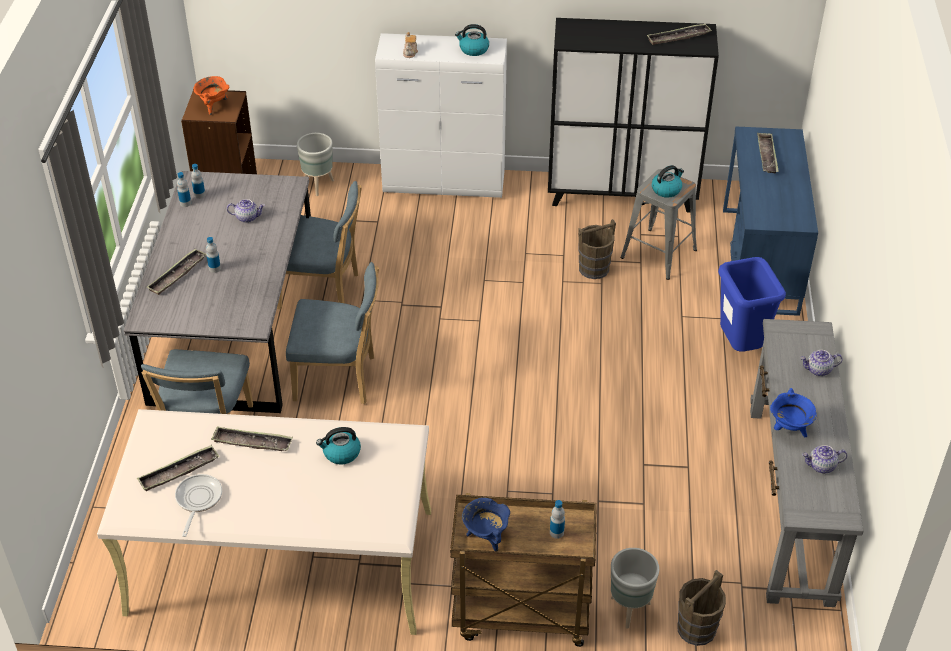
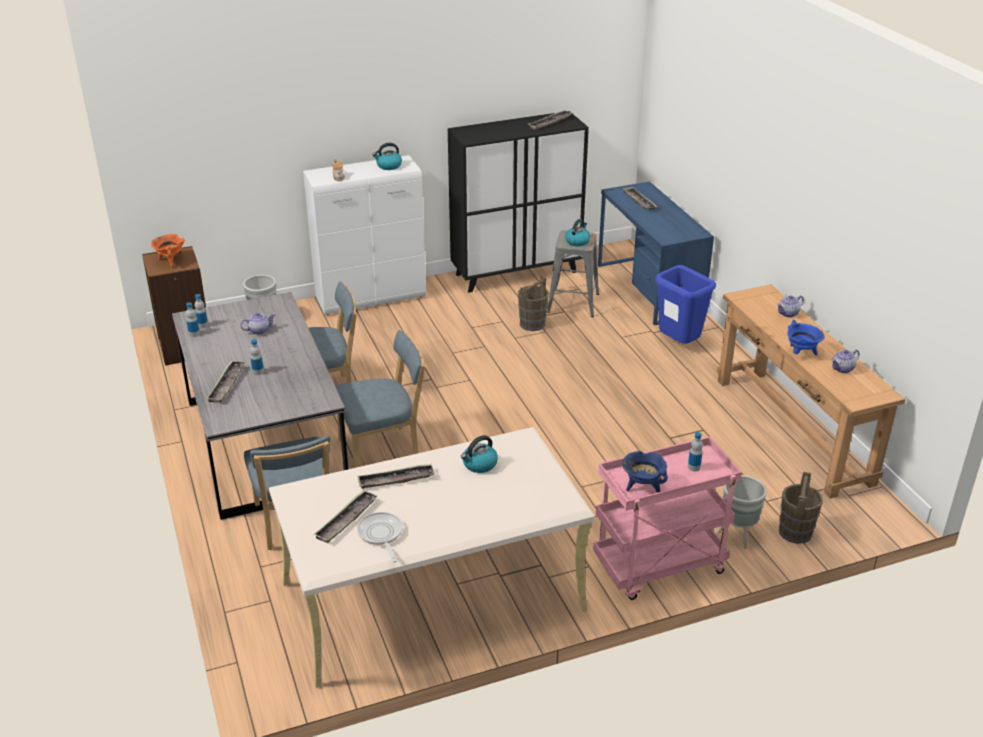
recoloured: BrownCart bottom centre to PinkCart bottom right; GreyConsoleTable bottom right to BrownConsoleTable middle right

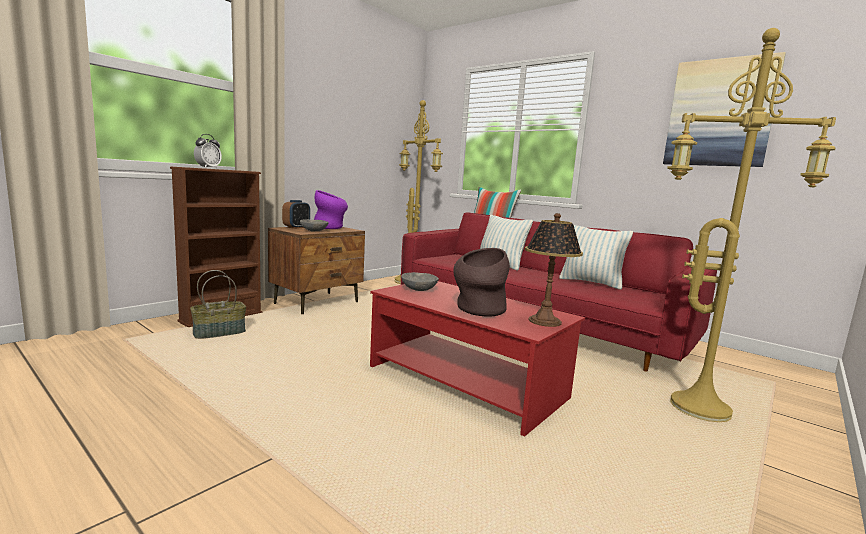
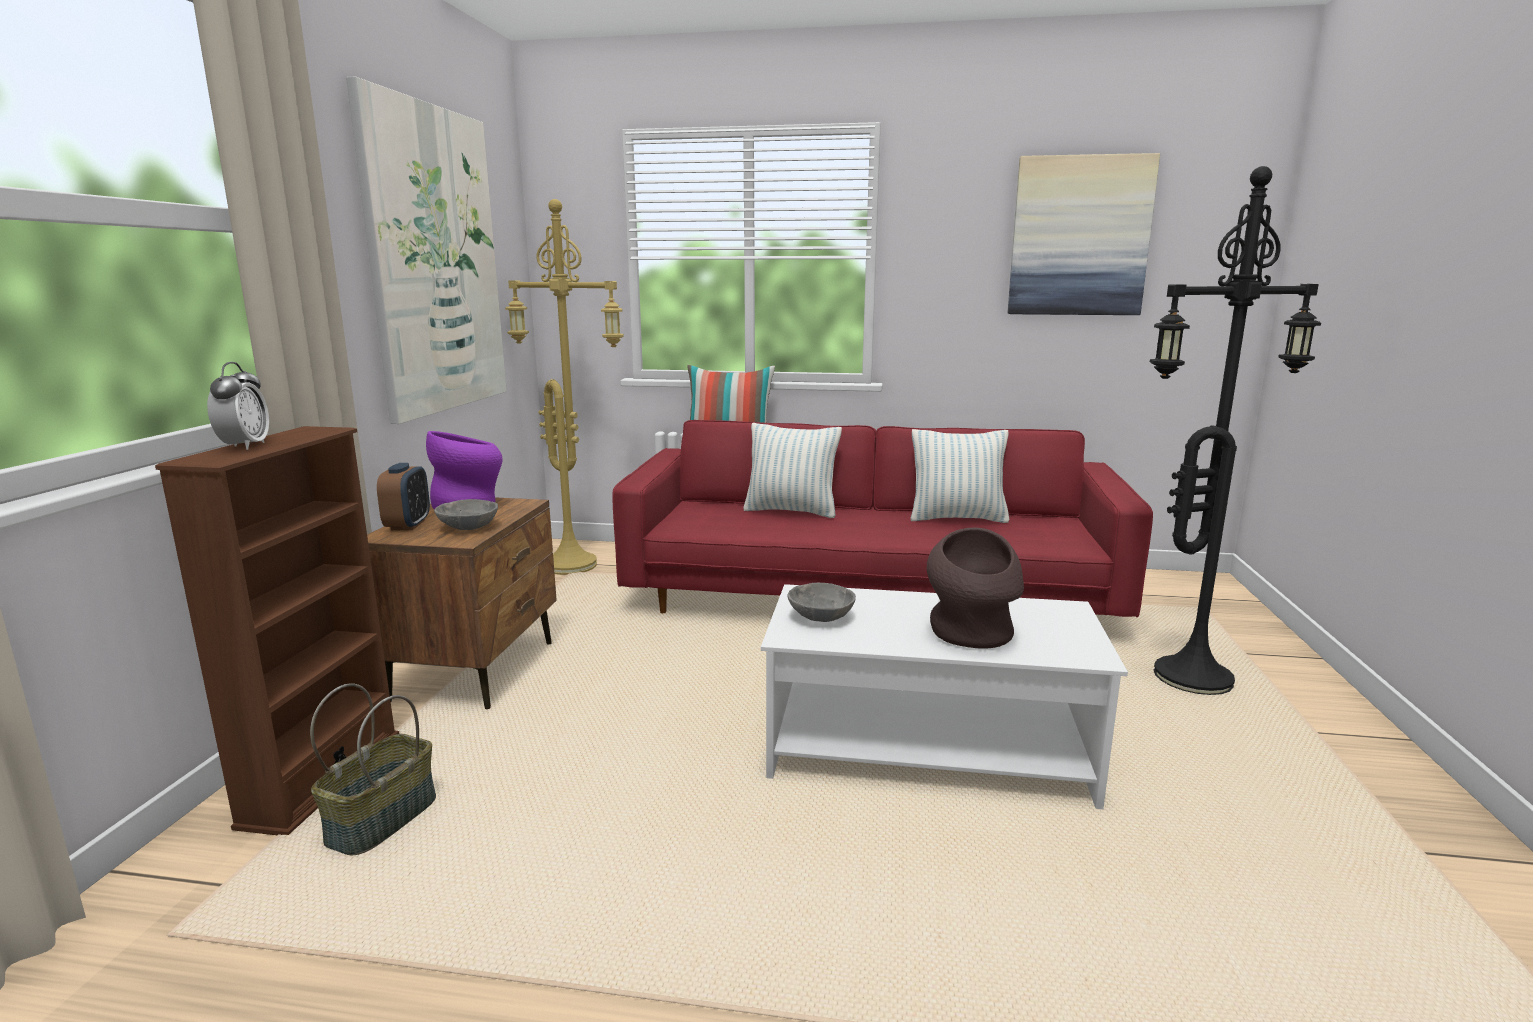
removed: TableLamp centre
added: Picture (1st from left) top left
recoloured: RedCoffeeTable bottom centre to WhiteCoffeeTable bottom centre; YellowFloorLamp (2nd from left) middle right to BlackFloorLamp middle right

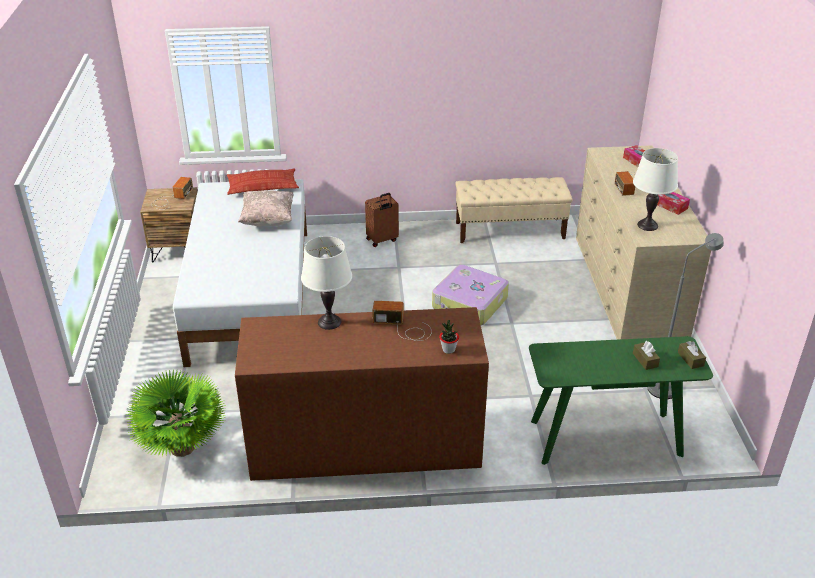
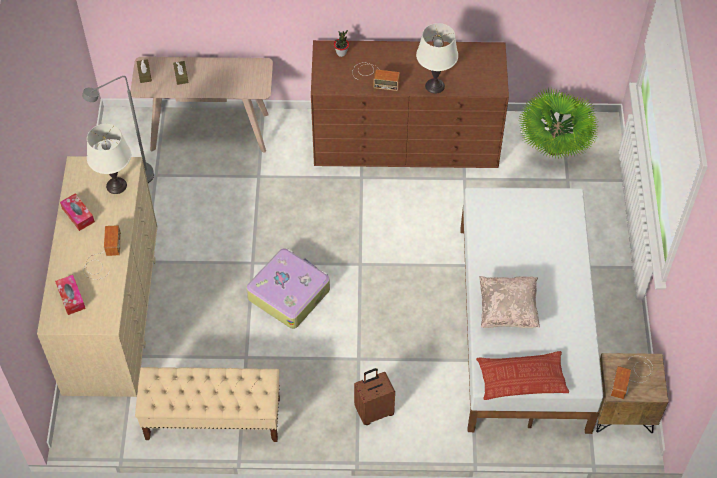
recoloured: GreenConsoleTable bottom right to BeigeConsoleTable top left

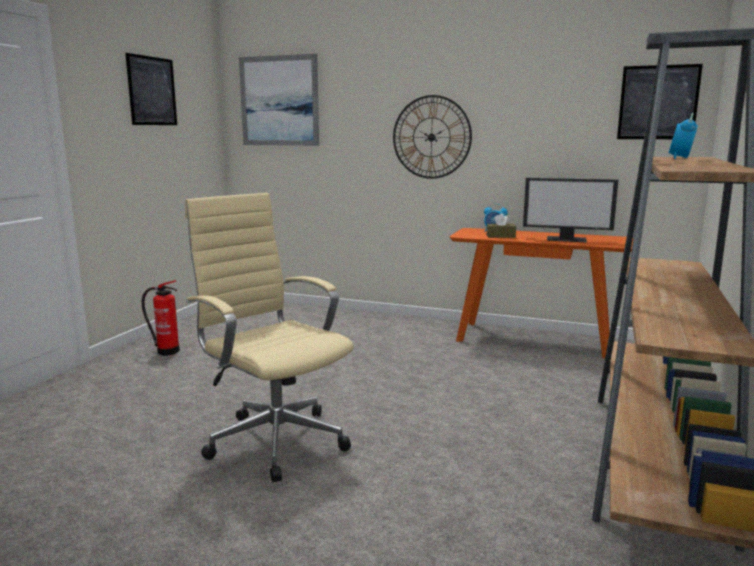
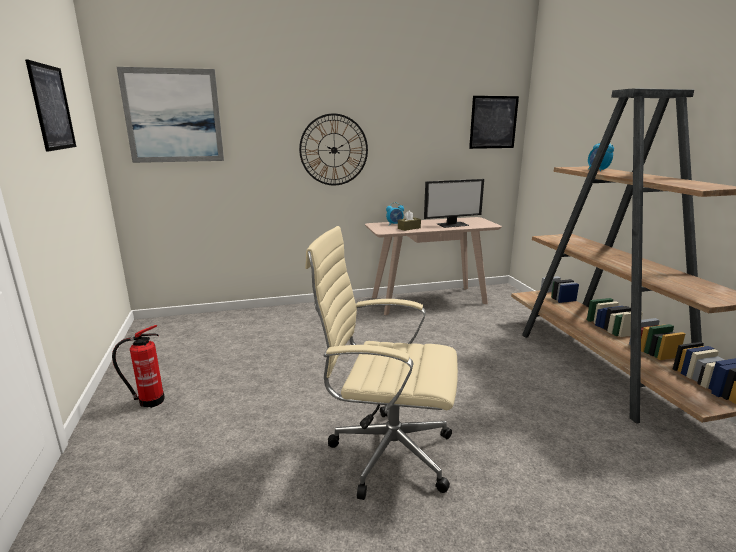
recoloured: OrangeConsoleTable middle right to BeigeConsoleTable centre

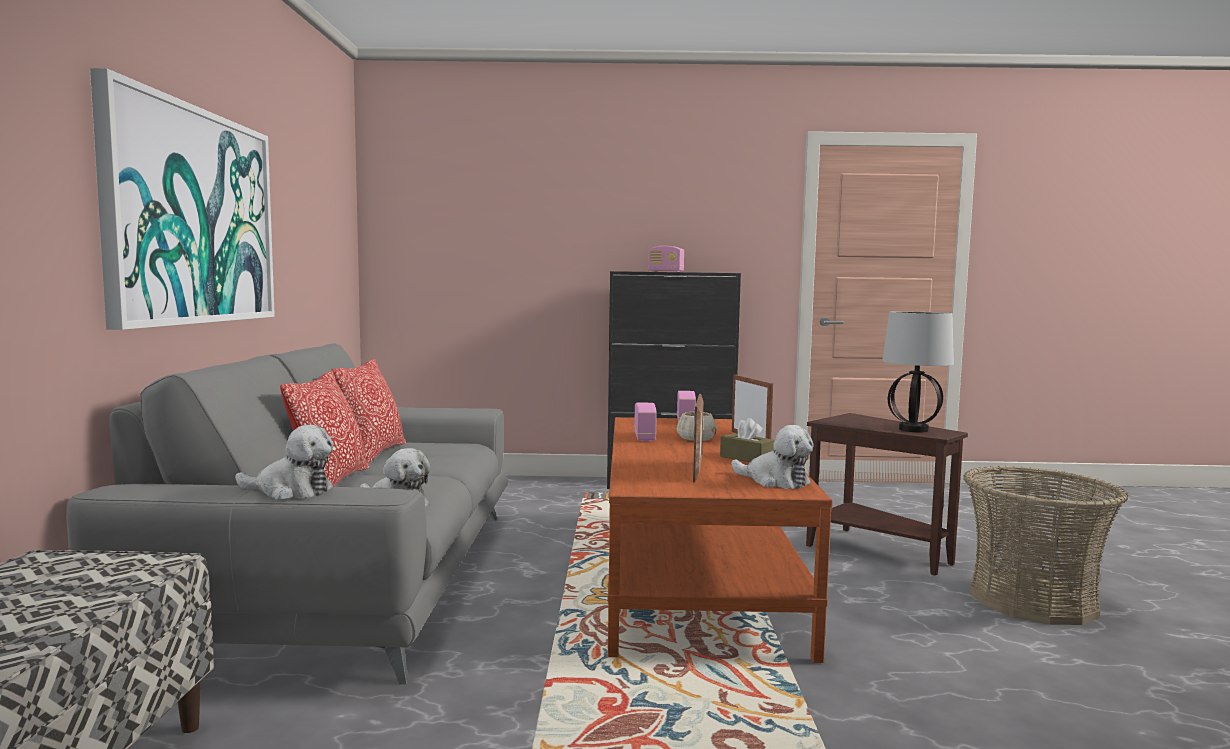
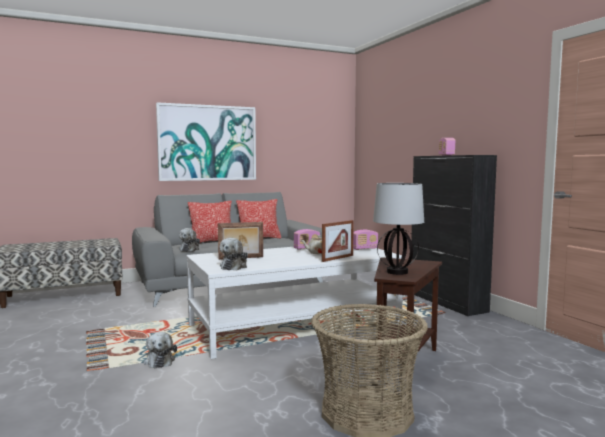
removed: BrownTissueBox centre
moved: PlushToy (1st from left) middle left to bottom left
recoloured: BrownCoffeeTable bottom centre to WhiteCoffeeTable bottom centre

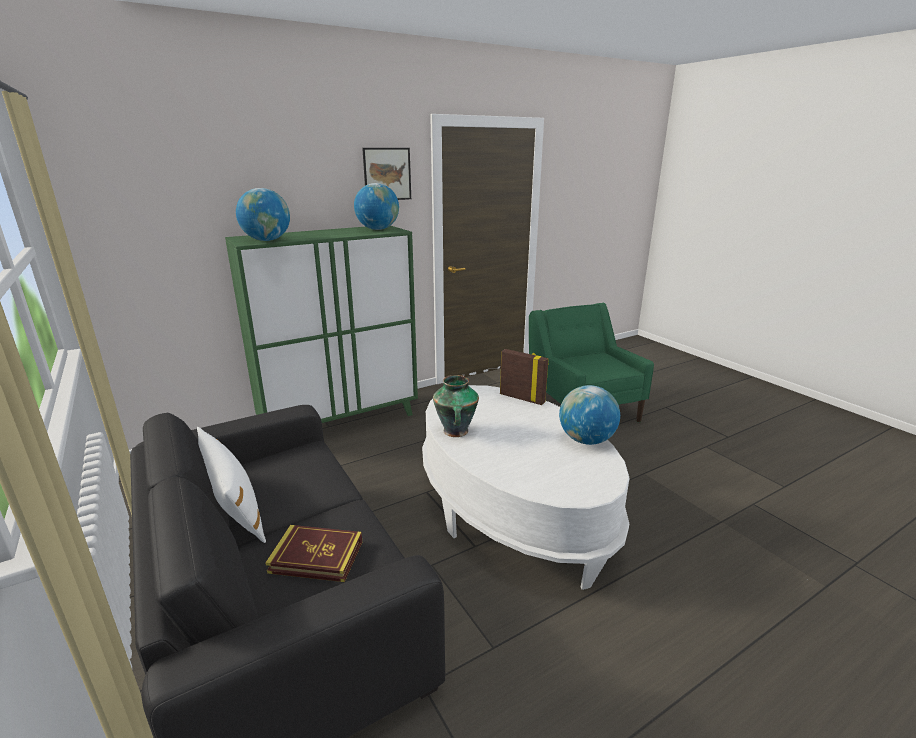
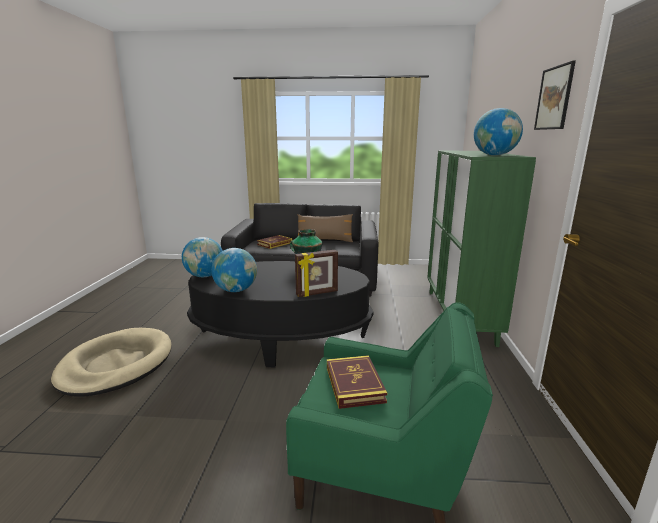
added: BeigeDogBed bottom left; Book (2nd from left) bottom centre
moved: Globe (1st from left) top left to middle left
recoloured: WhiteCoffeeTable centre to BlackCoffeeTable centre; WhitePillow middle left to BrownPillow centre

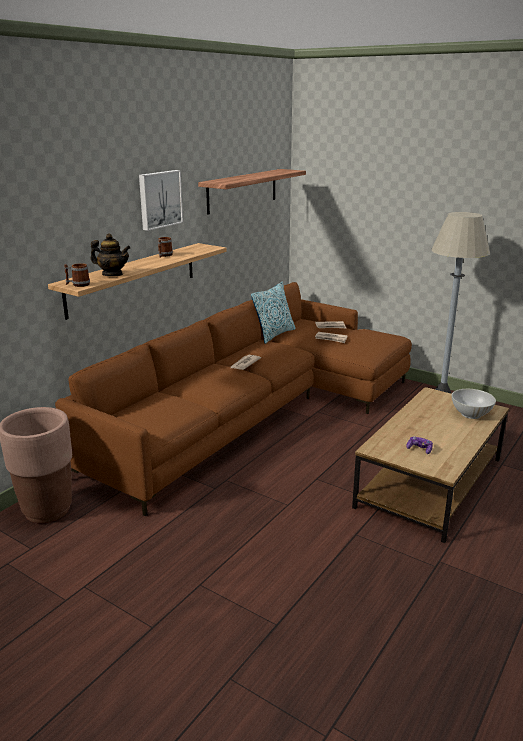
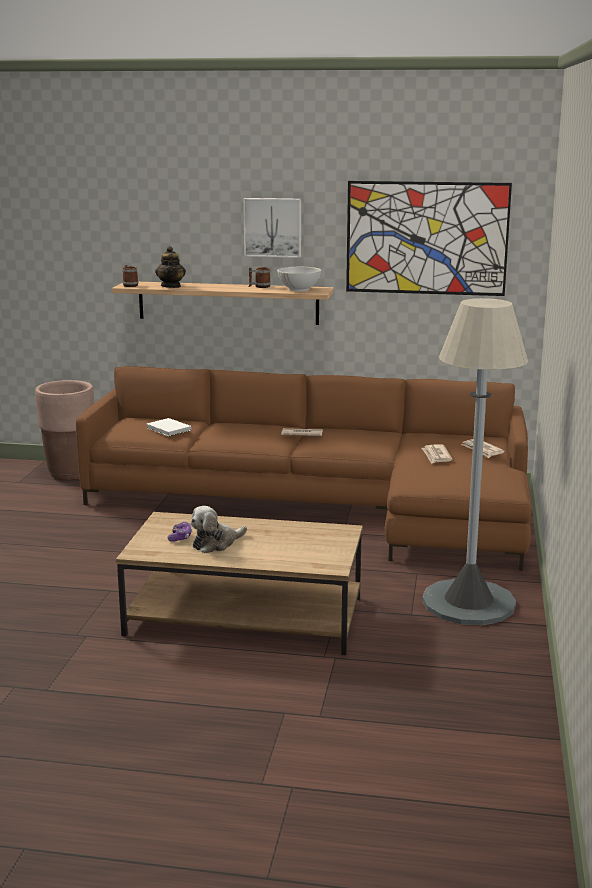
removed: Pillow centre
added: WhiteBook middle left; PlushToy centre
moved: WhiteBowl middle right to top centre
replaced: Shelf (2nd from left) top centre to Picture (2nd from left) top right

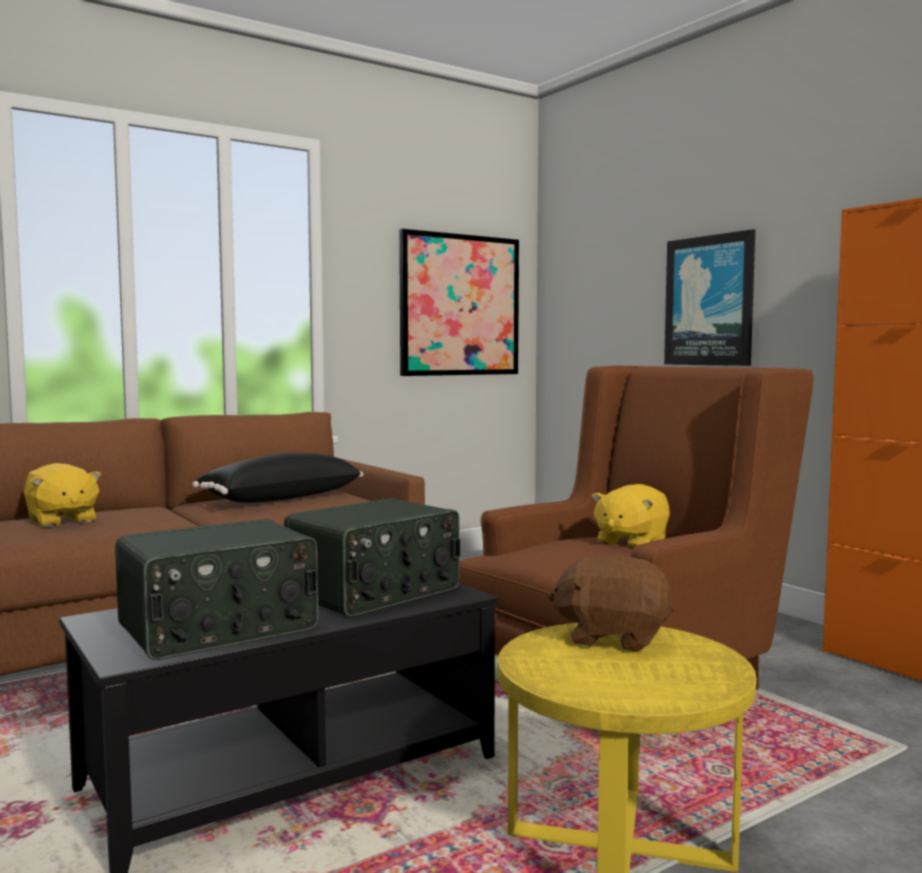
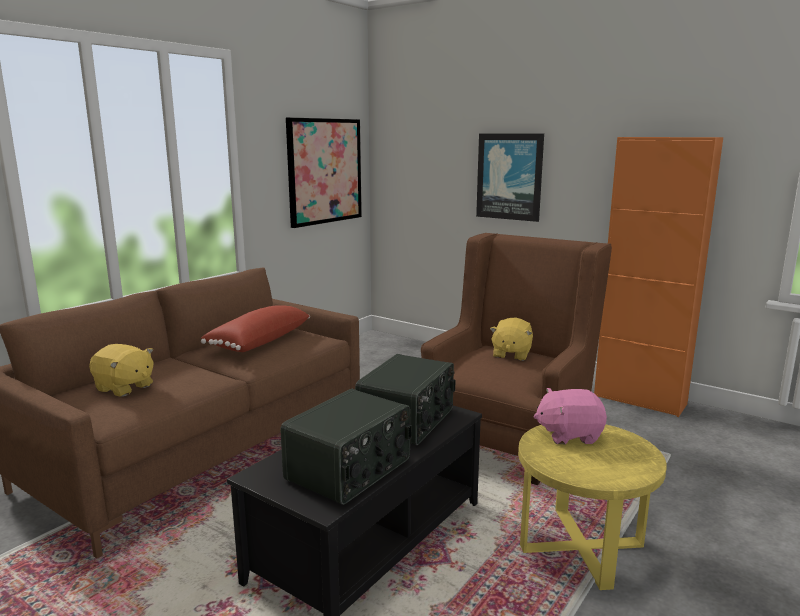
recoloured: BlackPillow middle left to RedPillow middle left; BrownPlushToy bottom centre to PinkPlushToy bottom right

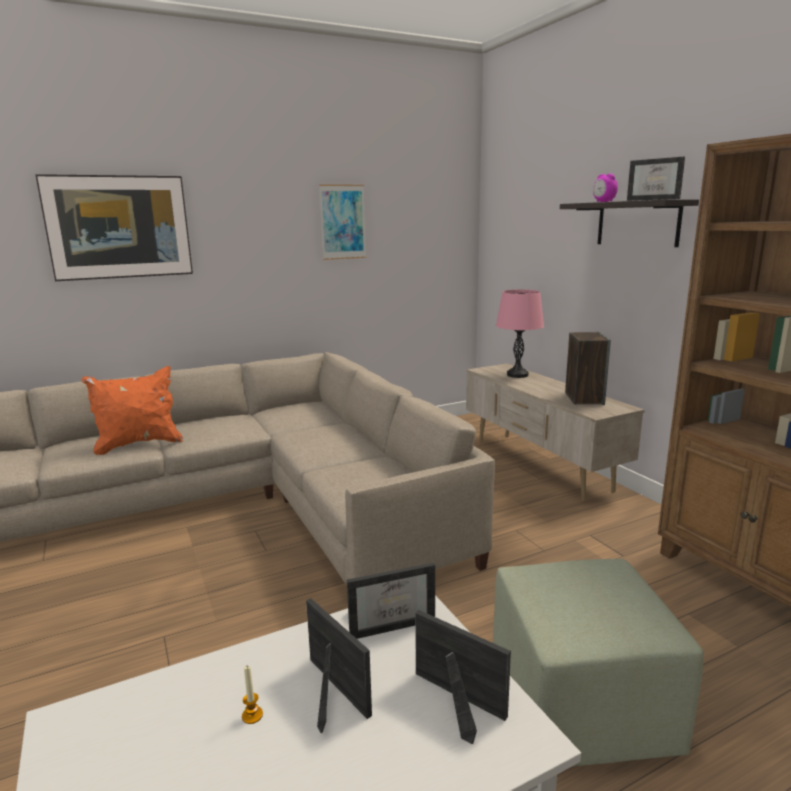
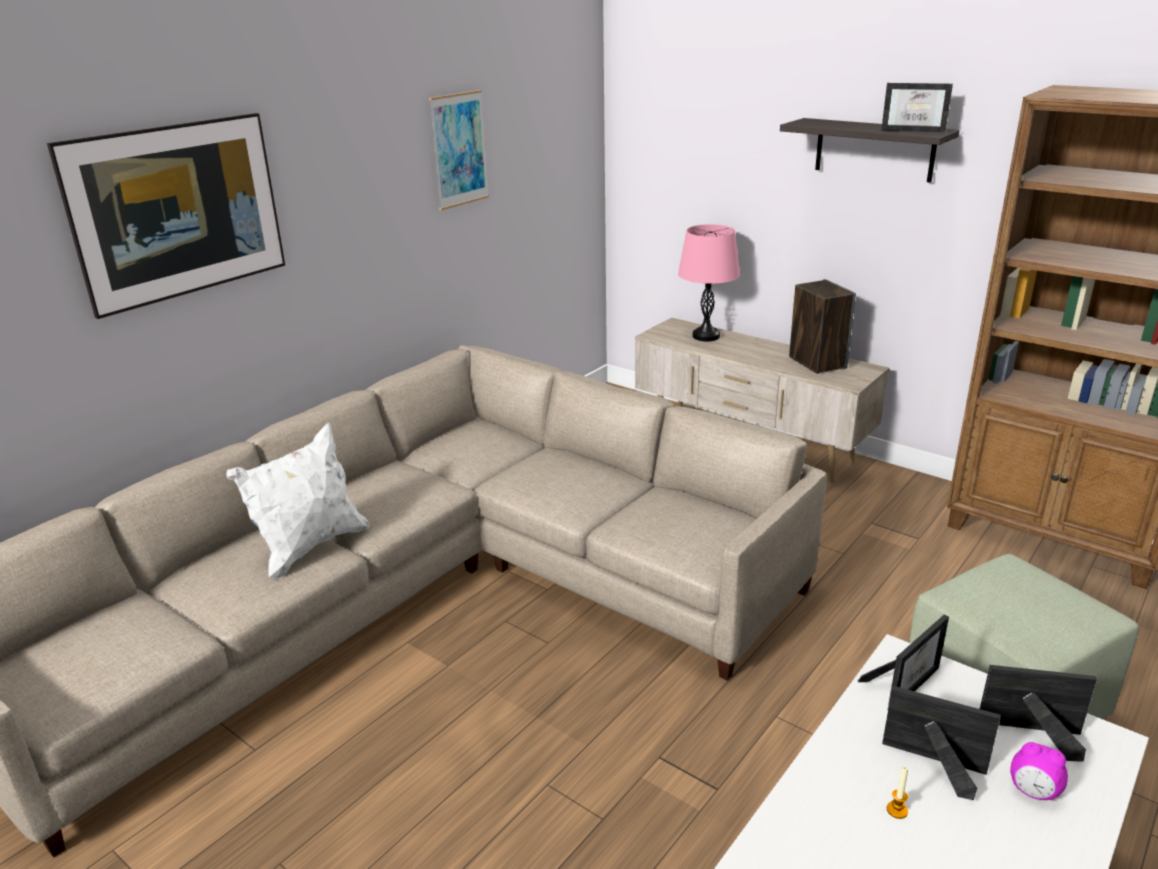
moved: AlarmClock top right to bottom right
recoloured: OrangePillow middle left to WhitePillow middle left

